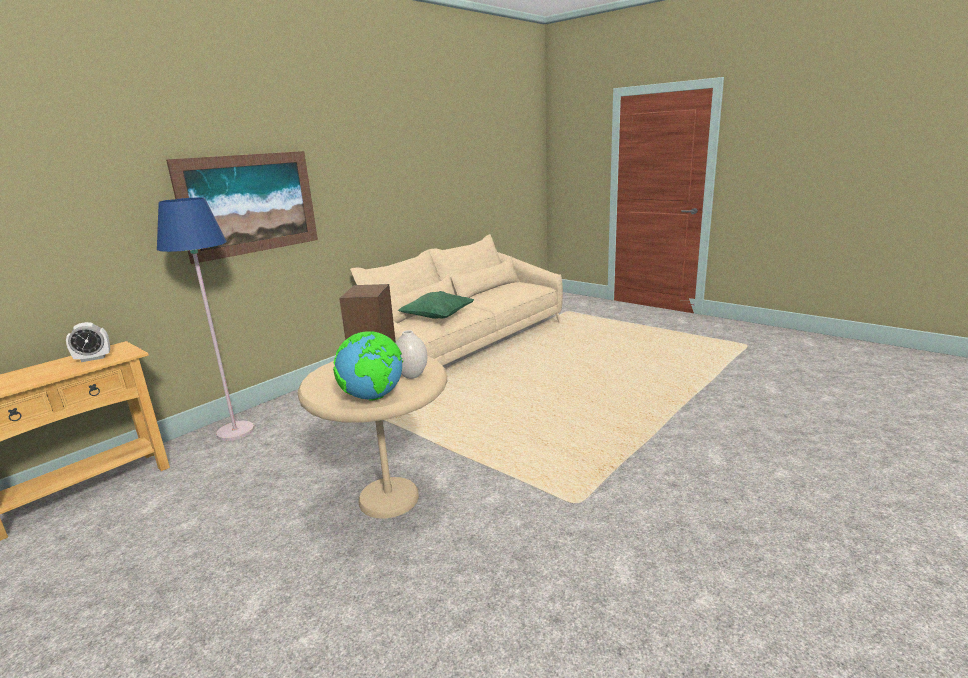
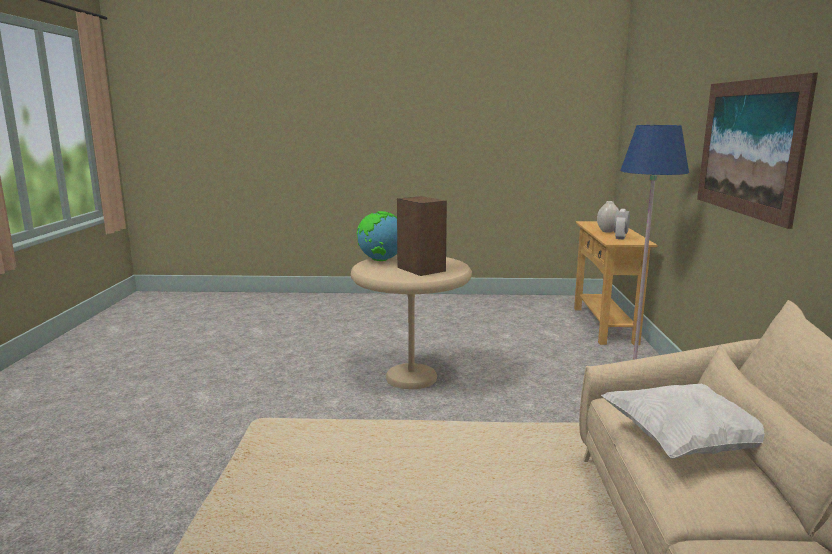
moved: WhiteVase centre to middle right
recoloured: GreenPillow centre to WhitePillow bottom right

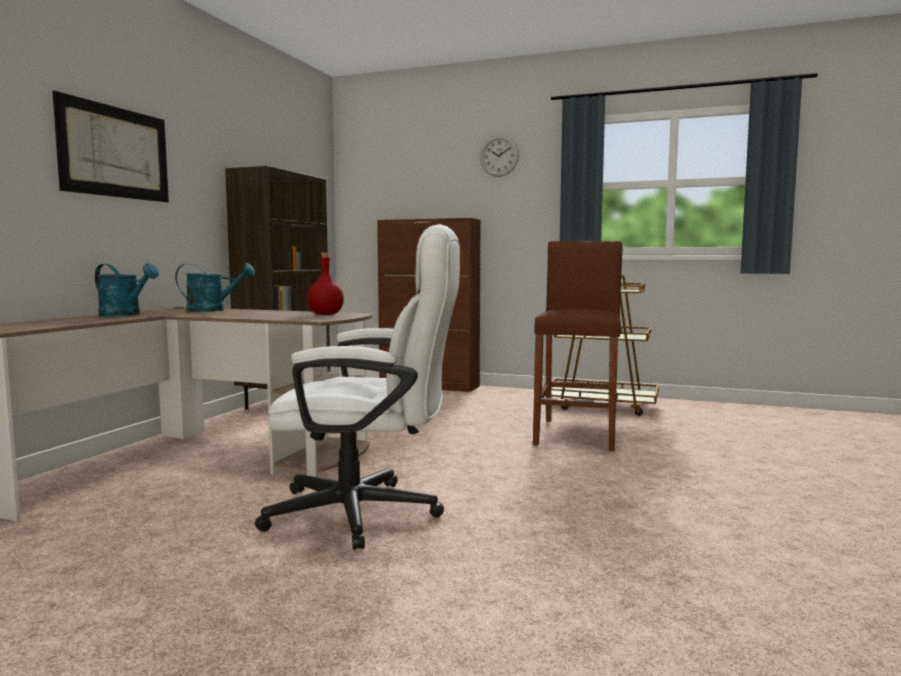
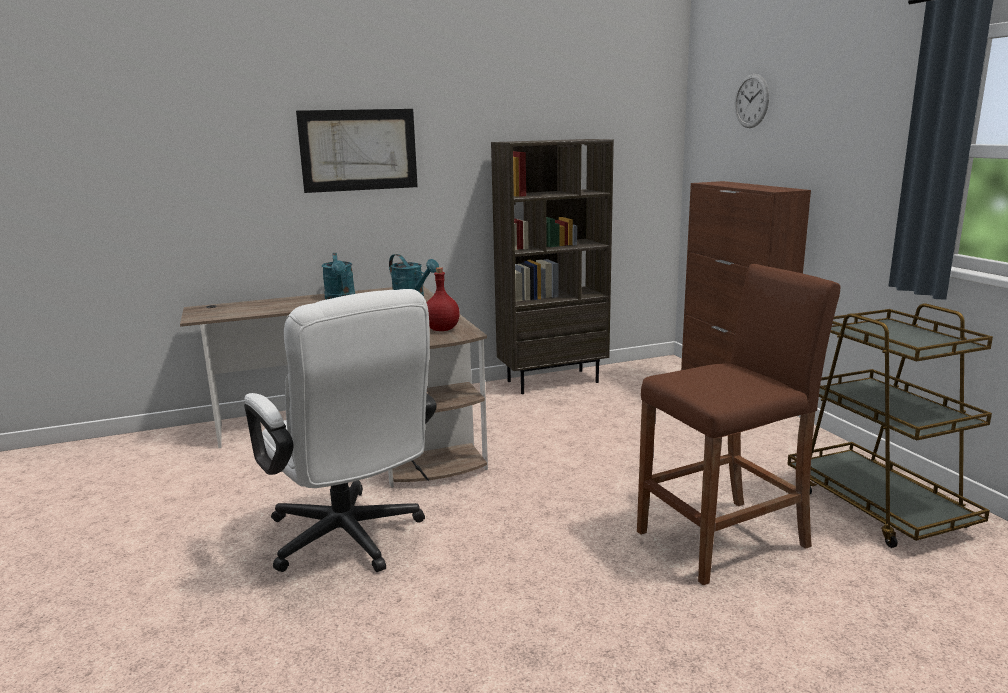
moved: WallClock top centre to top right

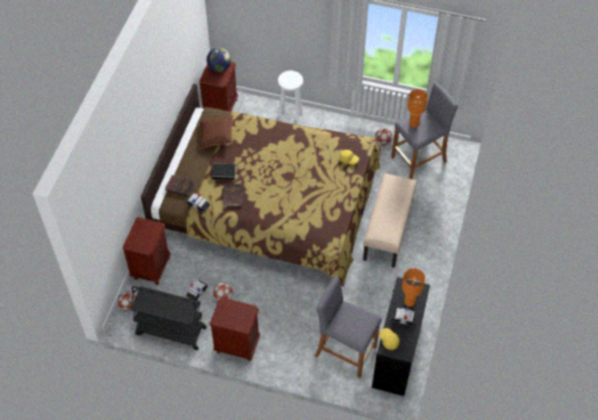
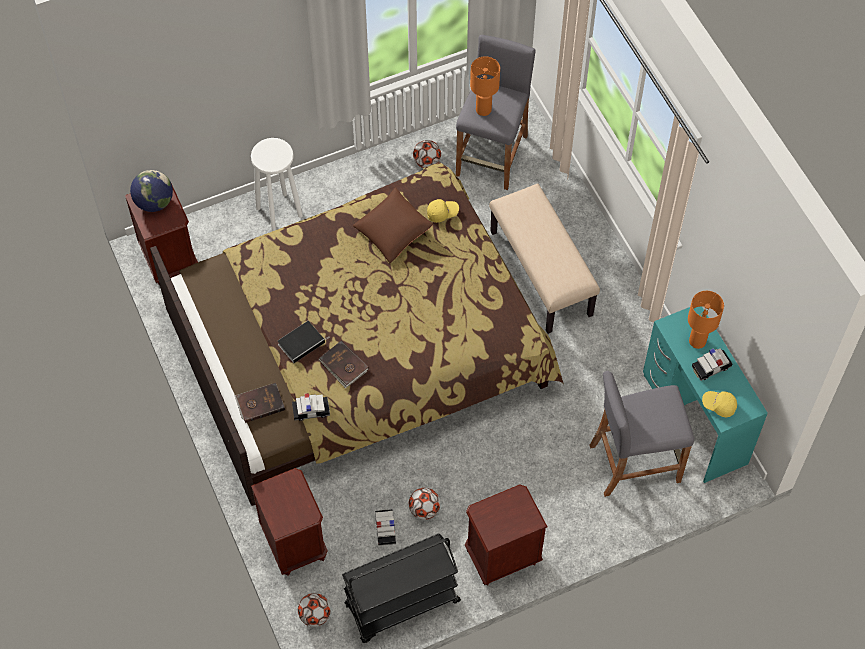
moved: BrownPillow top centre to centre
recoloured: BlackDesk bottom right to TurquoiseDesk middle right

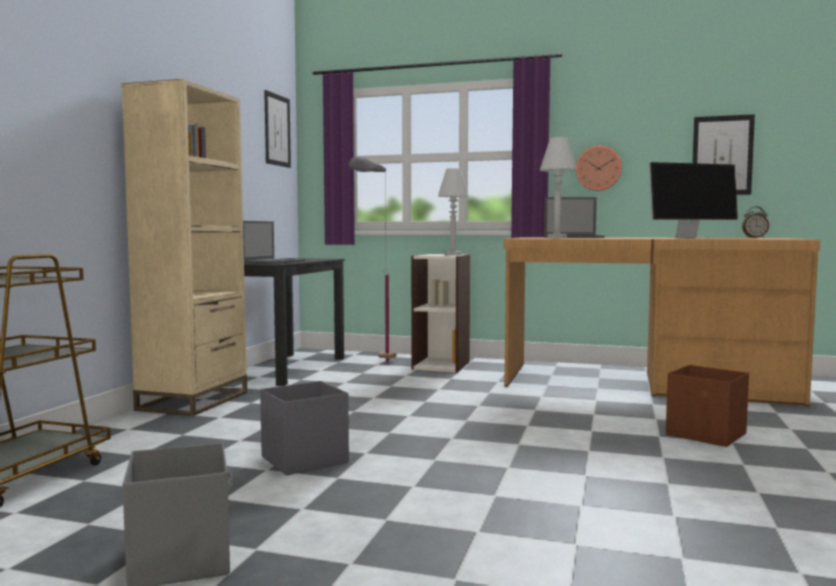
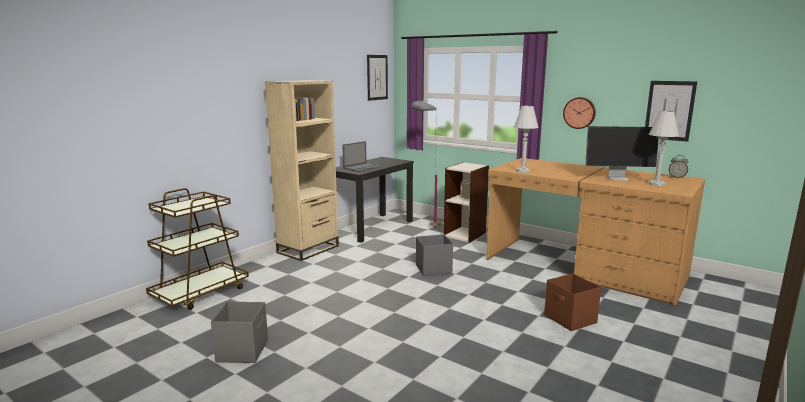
removed: Laptop (2nd from left) middle right
moved: GreyStorageBox (2nd from left) bottom centre to centre; WhiteTableLamp (1st from left in the first image) centre to WhiteTableLamp (2nd from left) middle right

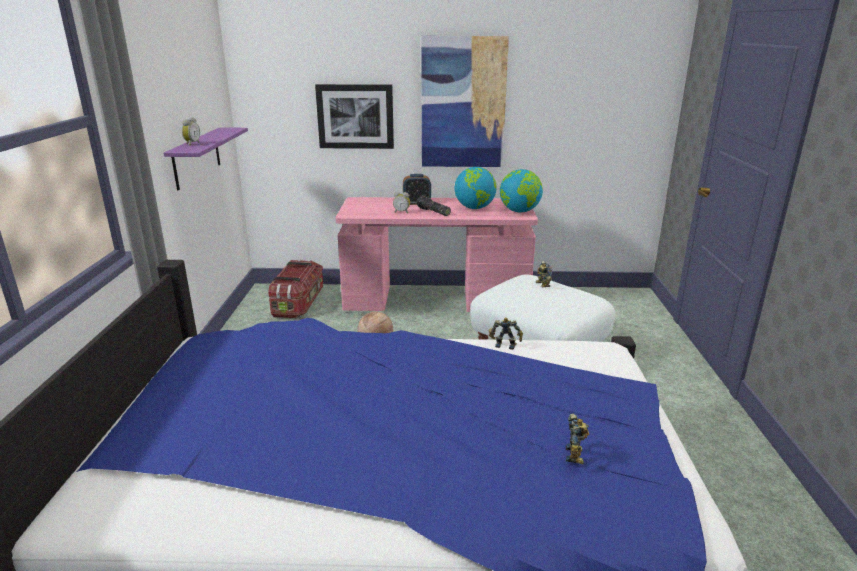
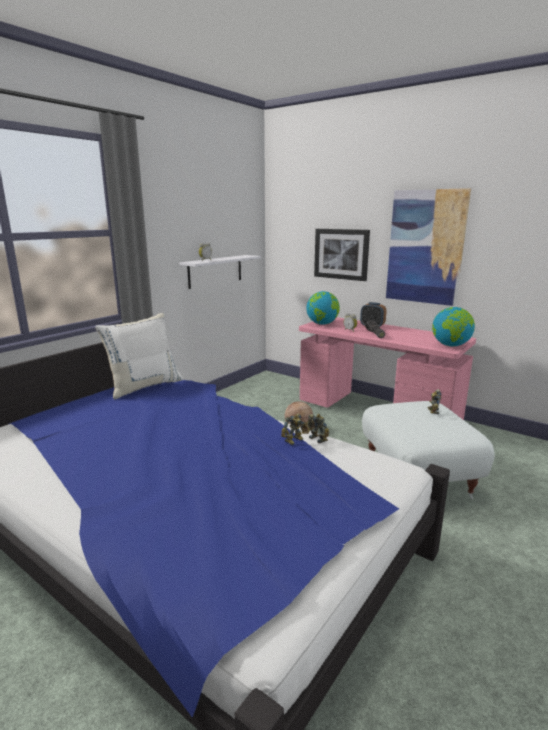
removed: StorageBox centre
added: WhitePillow middle left
moved: ToyRobot (3rd from left in the first image) bottom right to ToyRobot (1st from left) centre; Globe (1st from left) top centre to centre
recoloured: PurpleShelf top left to WhiteShelf centre

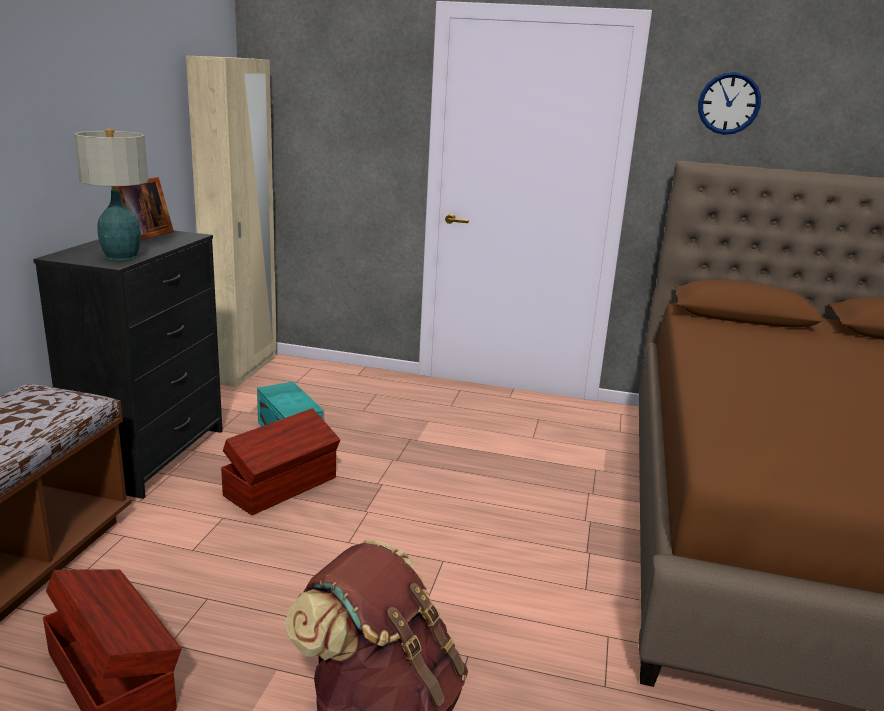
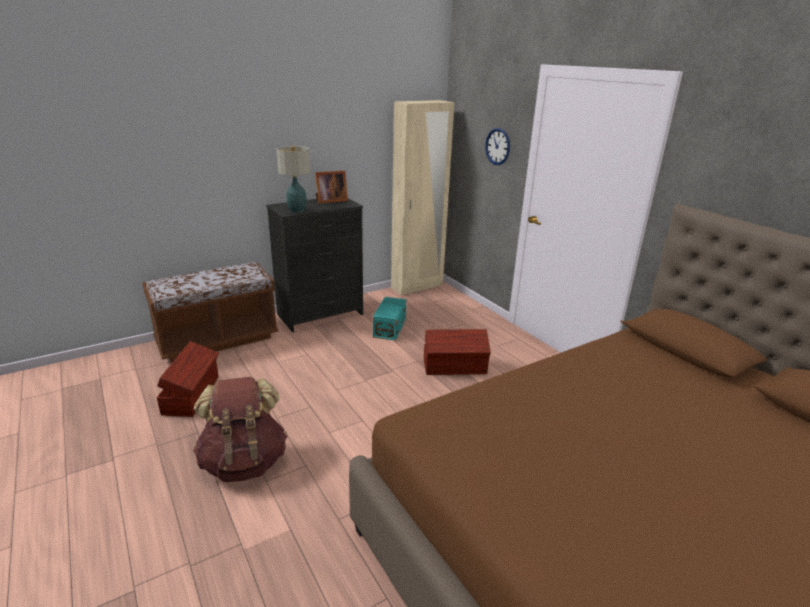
moved: BrownStorageBox (2nd from left) middle left to centre; WallClock top right to top centre

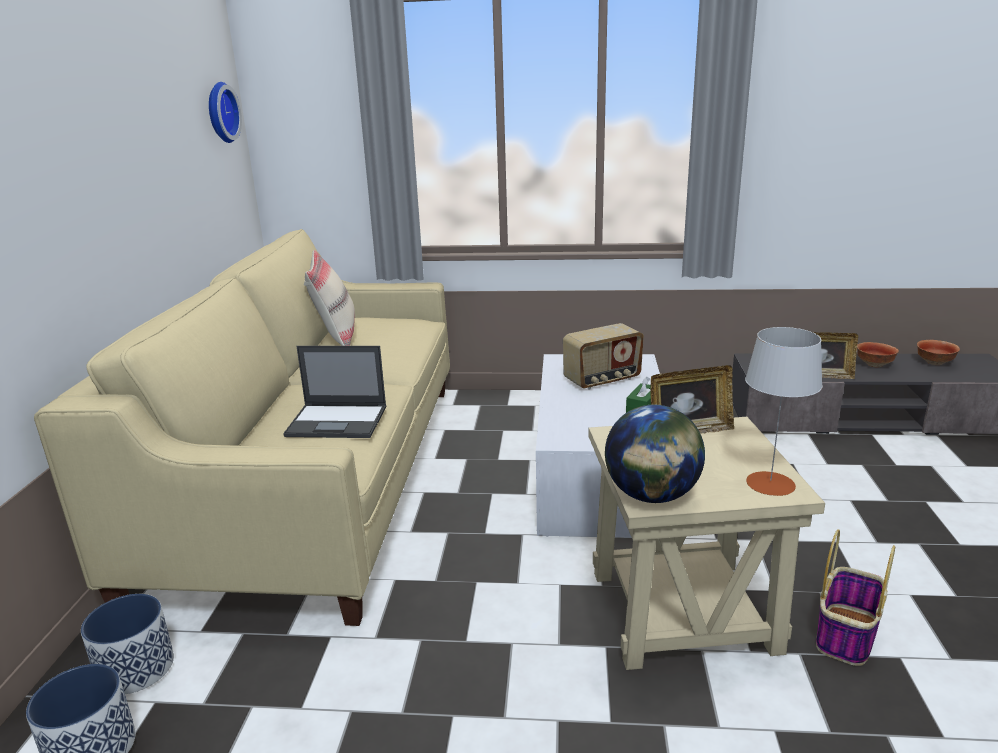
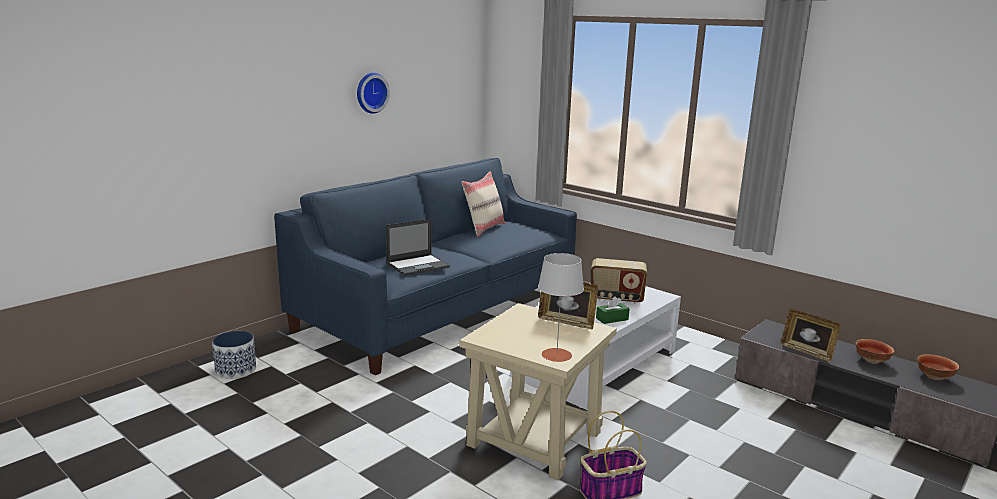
removed: Planter (2nd from left) bottom left; Globe centre
moved: WallClock top left to top centre
recoloured: BeigeSofa middle left to BlueSofa centre
turned: Laptop centre = centre 75 degrees counterclockwise

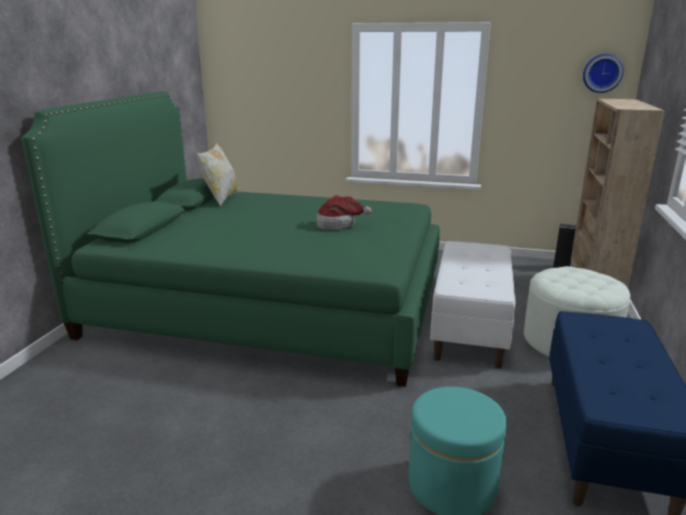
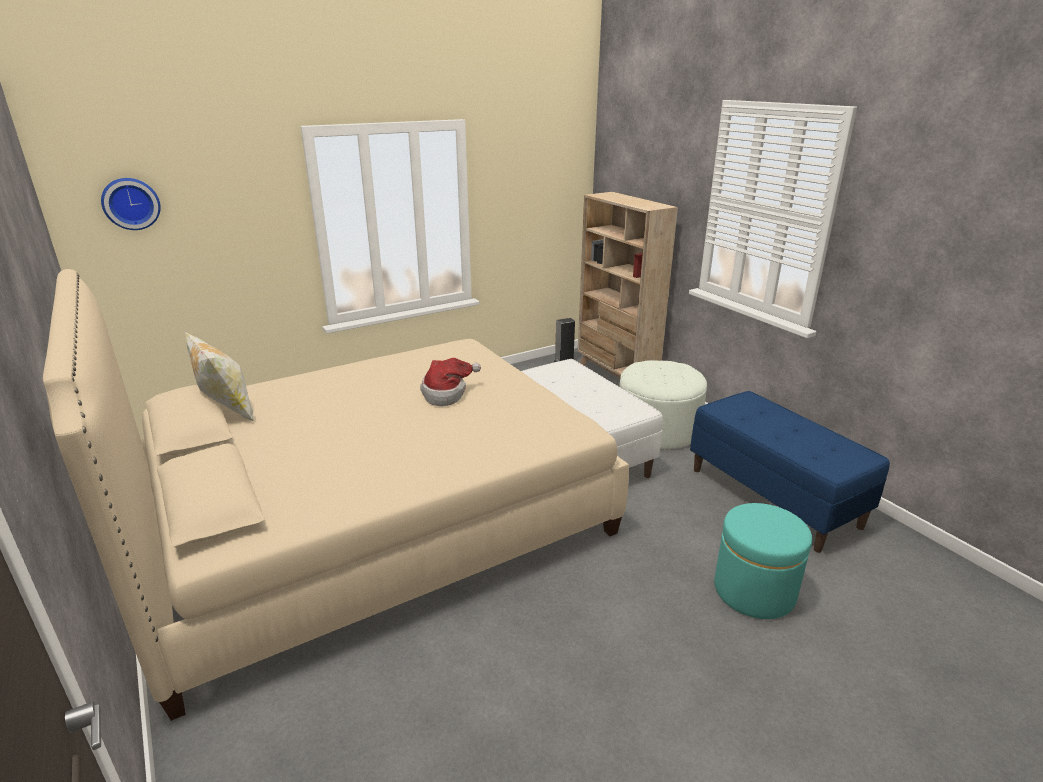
moved: WallClock top right to top left
recoloured: GreenBed centre to BeigeBed middle left

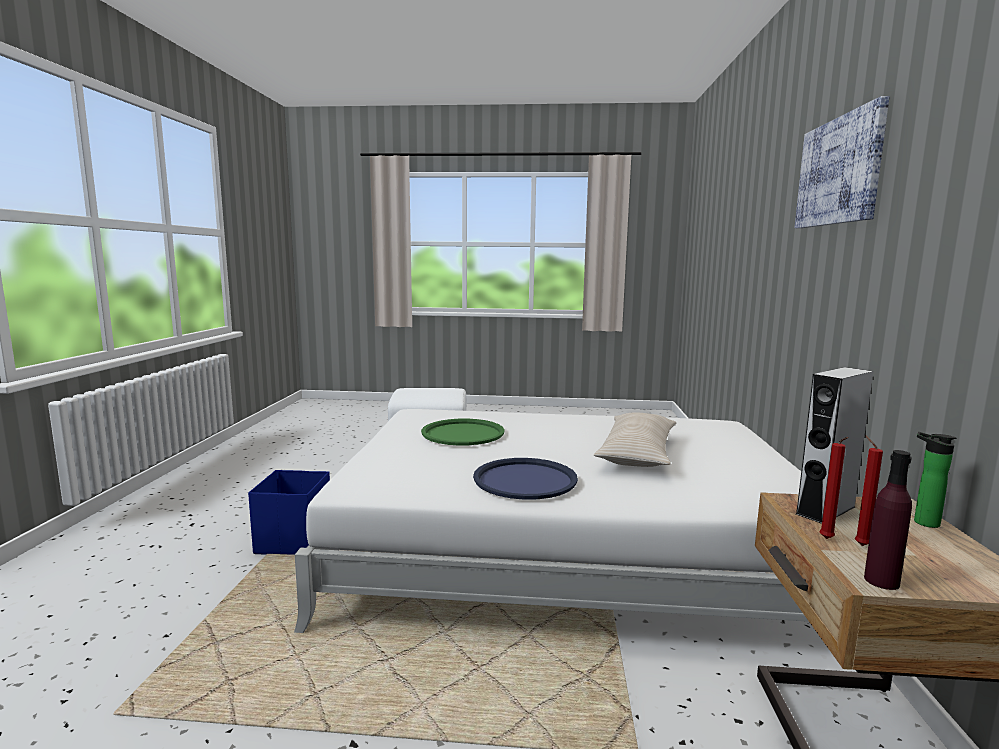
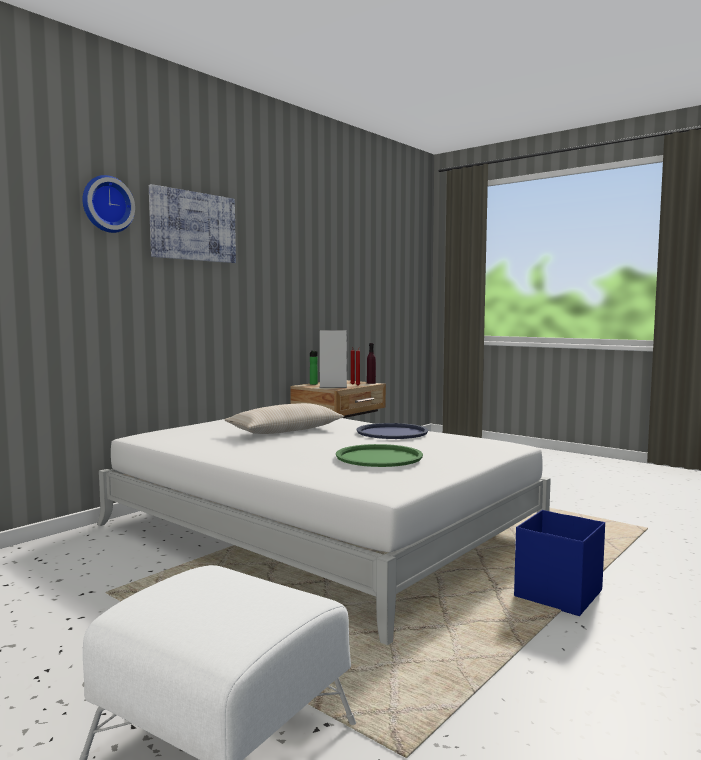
added: WallClock top left

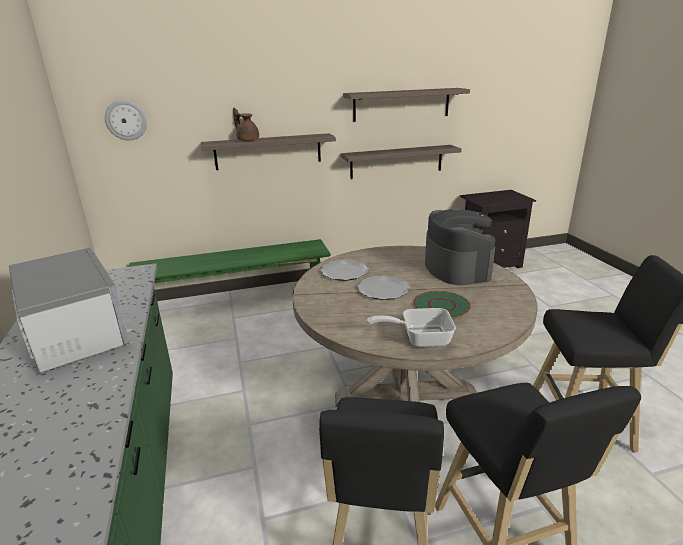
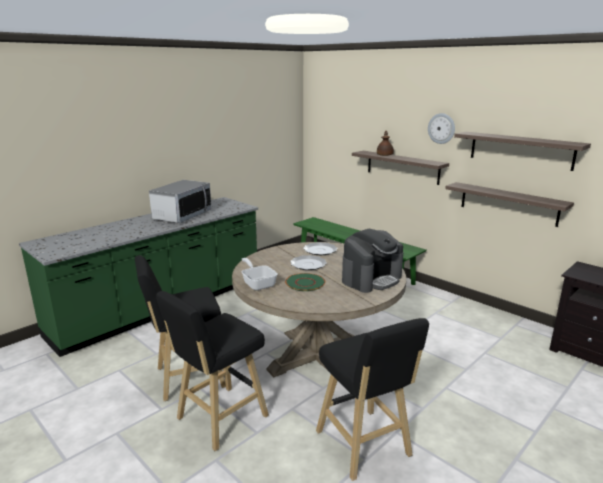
moved: WallClock top left to top right

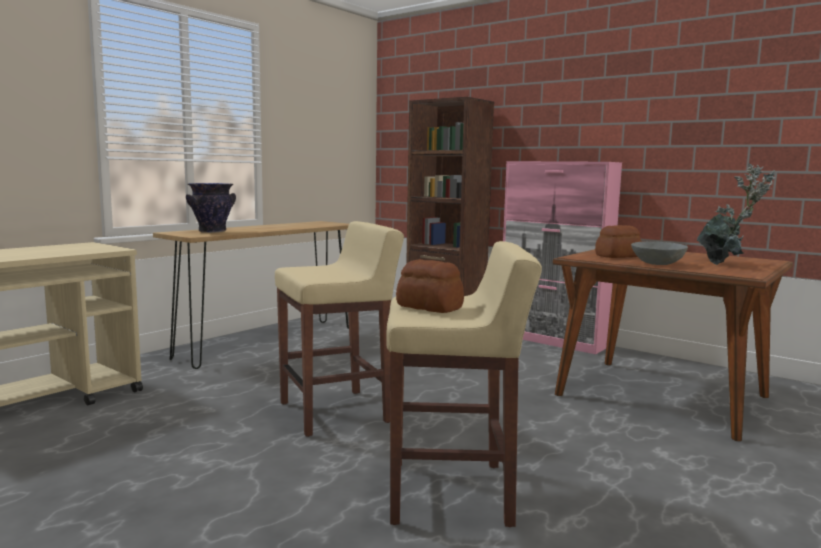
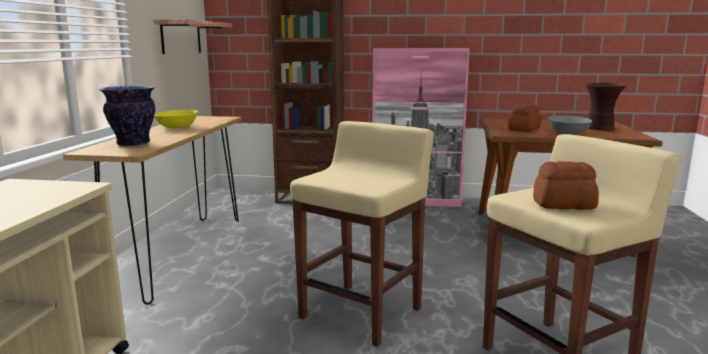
added: Shelf top left; YellowBowl middle left
replaced: PottedPlant middle right to Vase (2nd from left) top right

